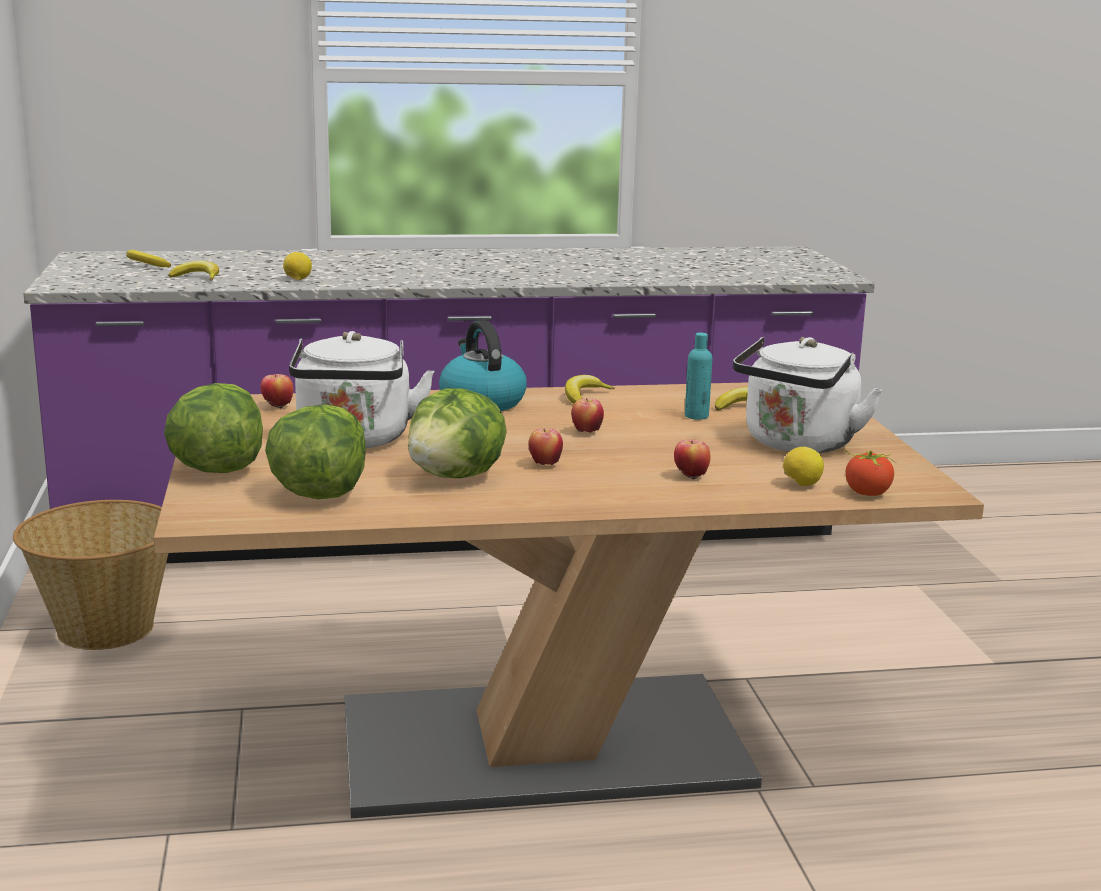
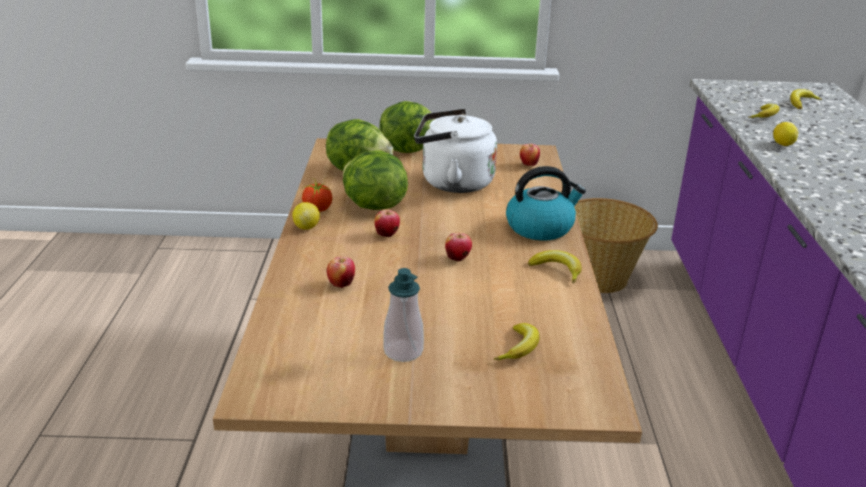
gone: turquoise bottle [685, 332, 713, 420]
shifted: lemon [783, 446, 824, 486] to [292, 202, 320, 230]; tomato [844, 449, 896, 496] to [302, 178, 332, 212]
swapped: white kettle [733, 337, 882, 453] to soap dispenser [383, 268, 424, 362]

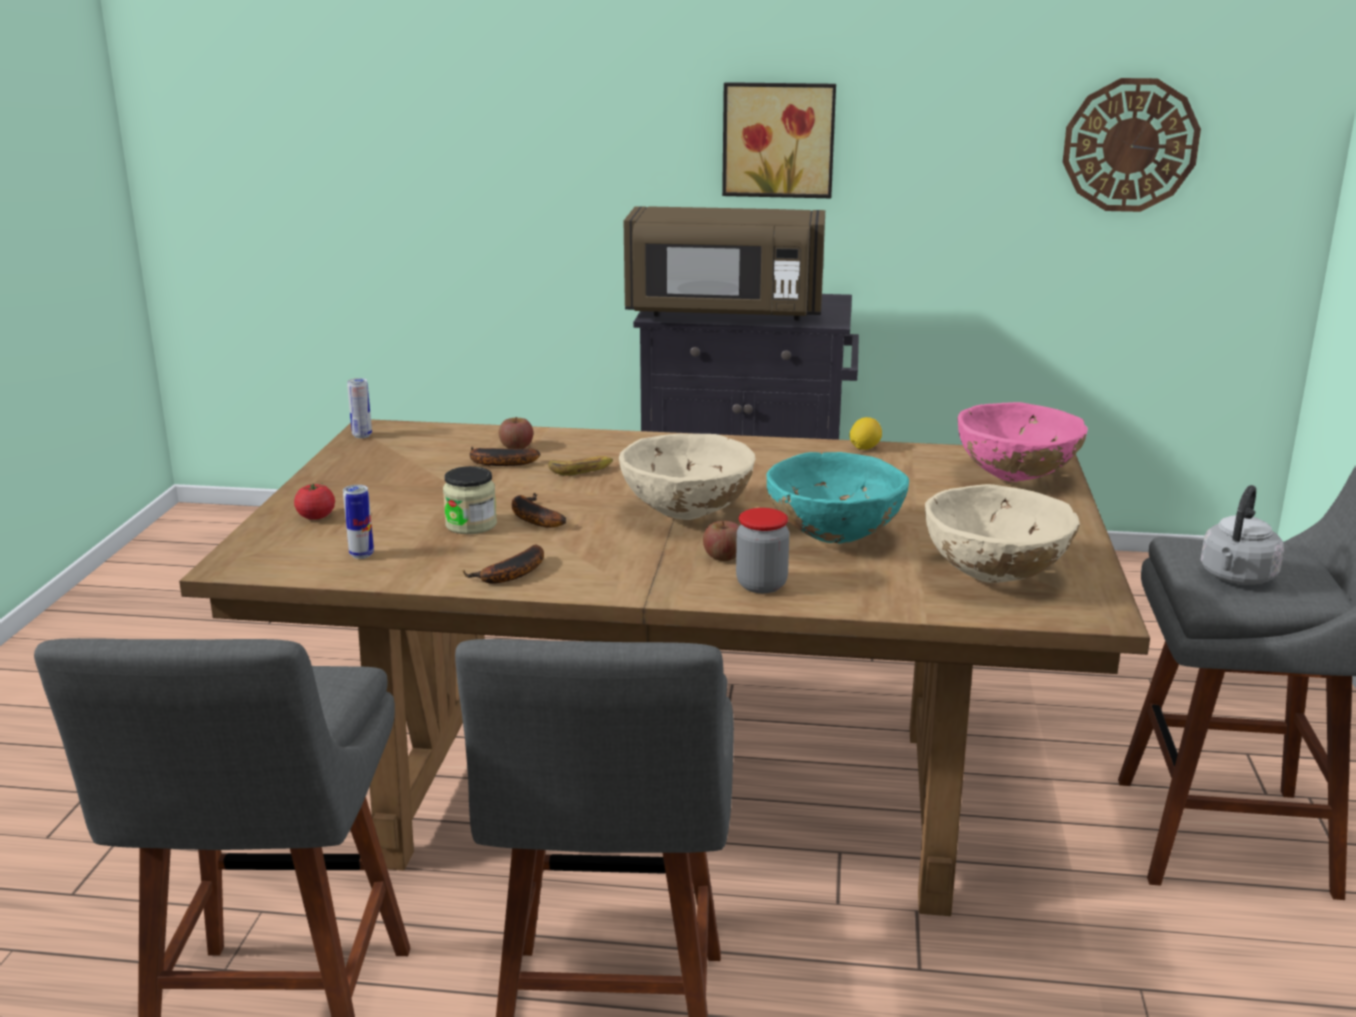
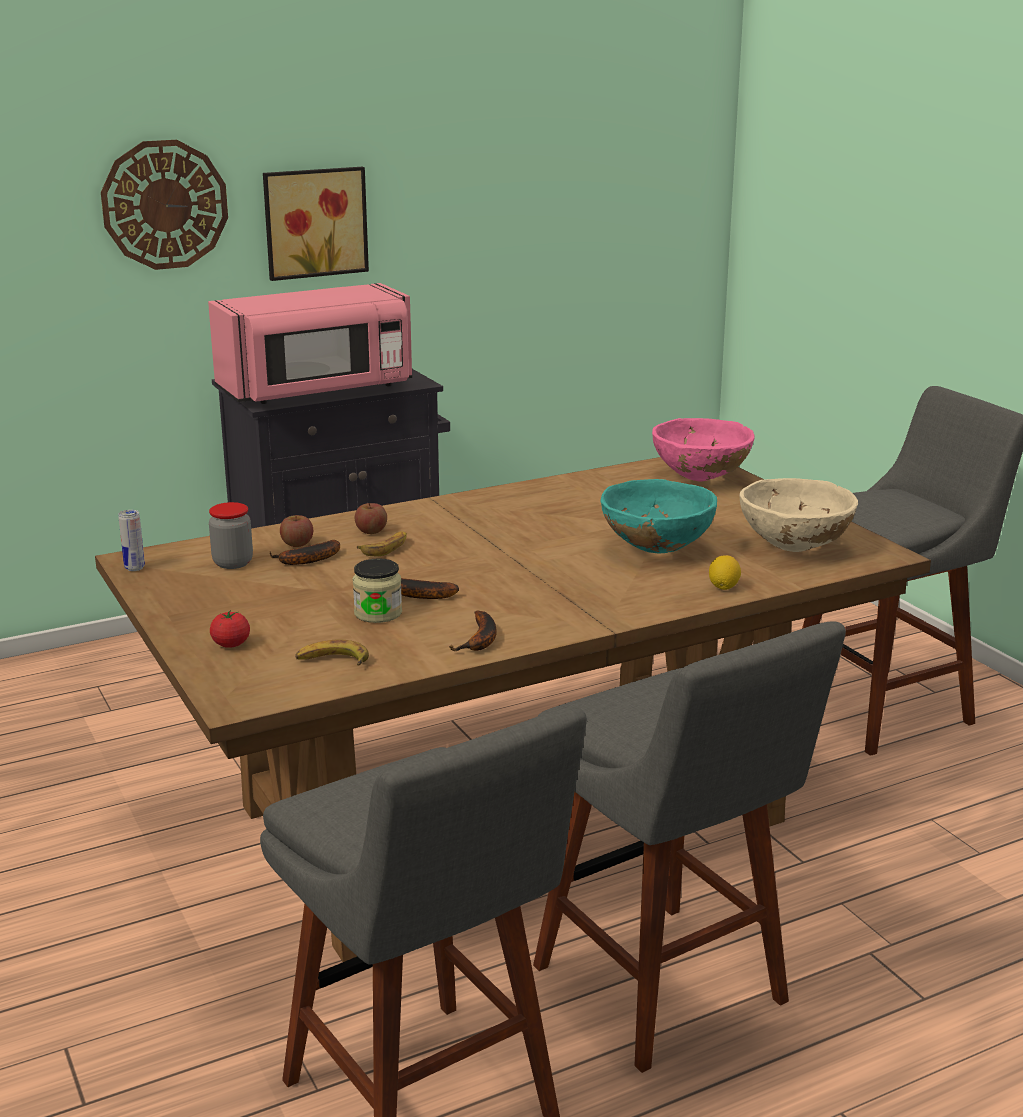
gone: beige bowl [619, 434, 756, 520]; grey kettle [1200, 485, 1284, 585]
shifted: apple [703, 521, 739, 561] to [355, 503, 387, 534]; jar [736, 508, 790, 593] to [209, 502, 253, 569]; lemon [849, 417, 882, 450] to [709, 555, 741, 590]; wall clock [1063, 78, 1201, 212] to [101, 140, 228, 270]
swapped: can [343, 485, 374, 559] to banana [295, 639, 369, 666]
repainted: brown microwave [624, 206, 825, 320] to pink microwave [208, 283, 412, 404]

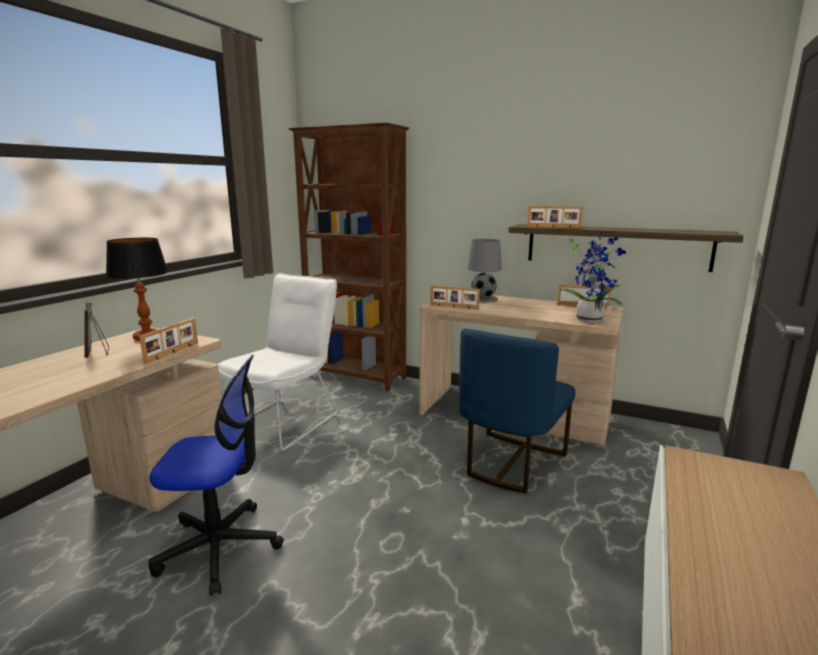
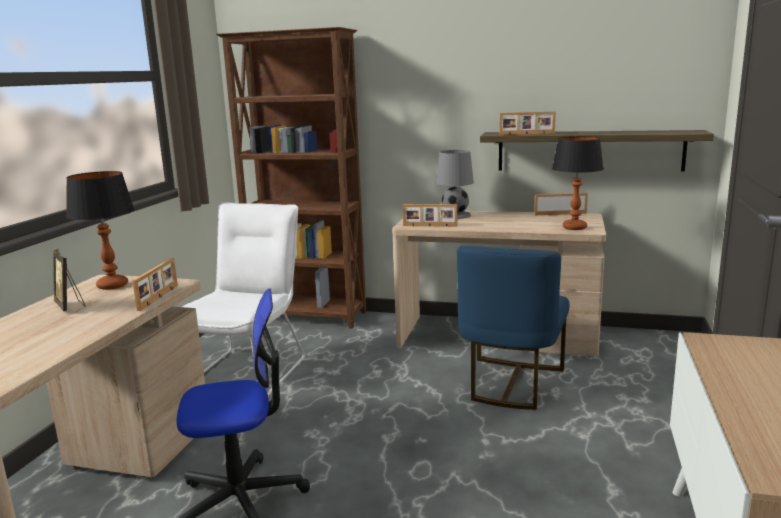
swapped: potted plant [555, 231, 626, 323] to table lamp [552, 136, 604, 230]

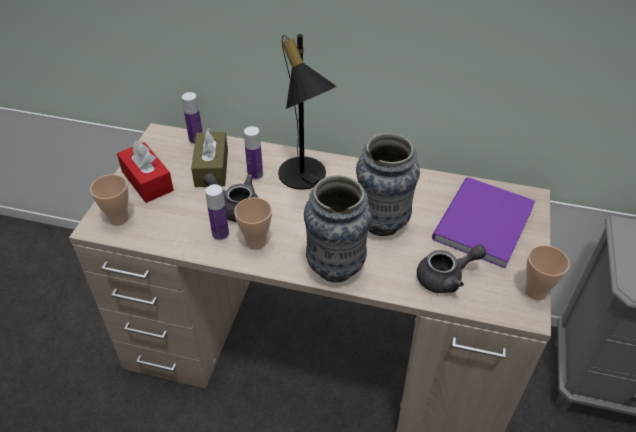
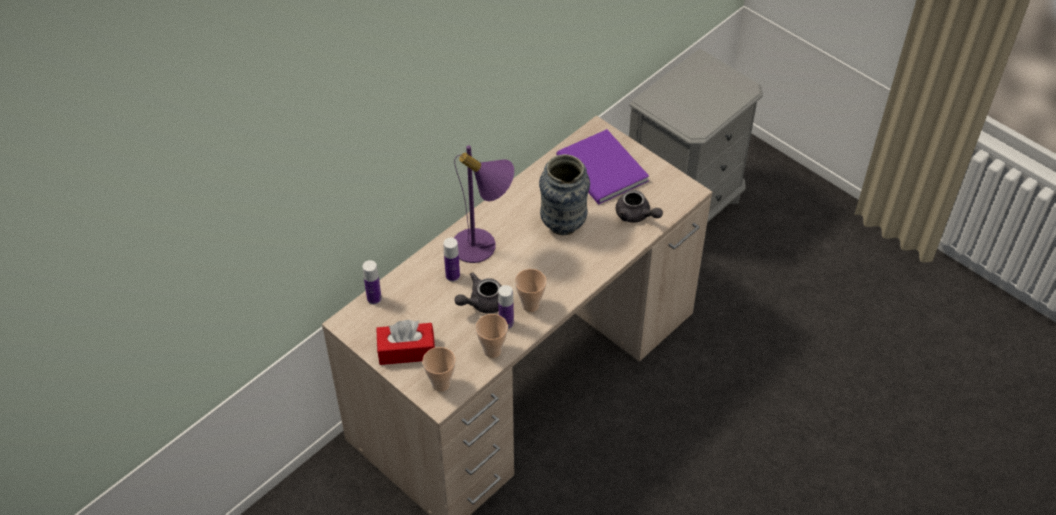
gone: brown tissue box [191, 127, 228, 187]; vase [304, 175, 372, 283]
shifted: cup [525, 245, 570, 301] to [476, 314, 508, 358]
repainted: black table lamp [278, 34, 337, 190] to purple table lamp [454, 145, 514, 263]
rotated: grey teapot [417, 245, 486, 293] = [616, 190, 663, 223] 120 degrees clockwise

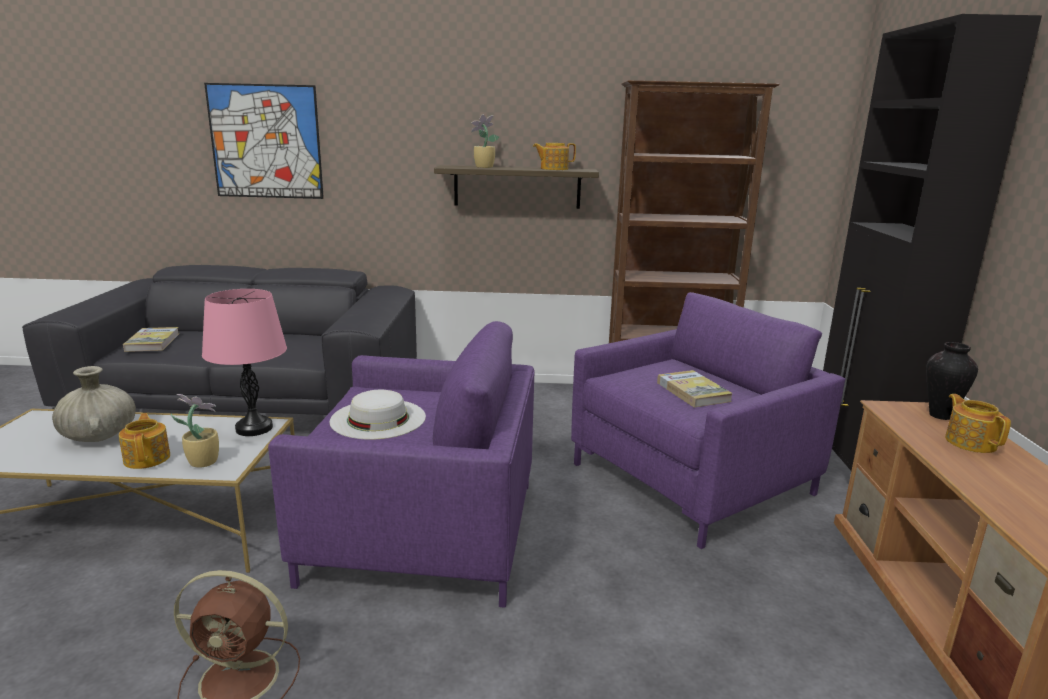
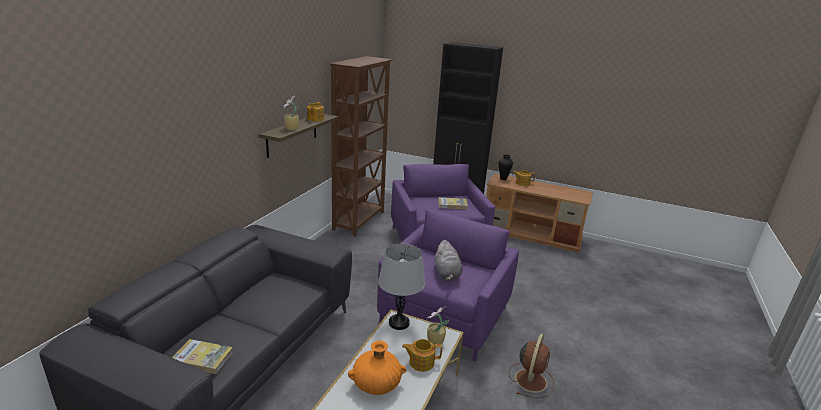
gone: picture [204, 83, 324, 199]
swapped: white hat [330, 390, 426, 440] to grey plush toy [435, 240, 463, 281]
repainted: beige vase [52, 366, 136, 442] to orange vase [348, 340, 406, 395]; pink table lamp [202, 289, 287, 436] to grey table lamp [378, 244, 425, 330]

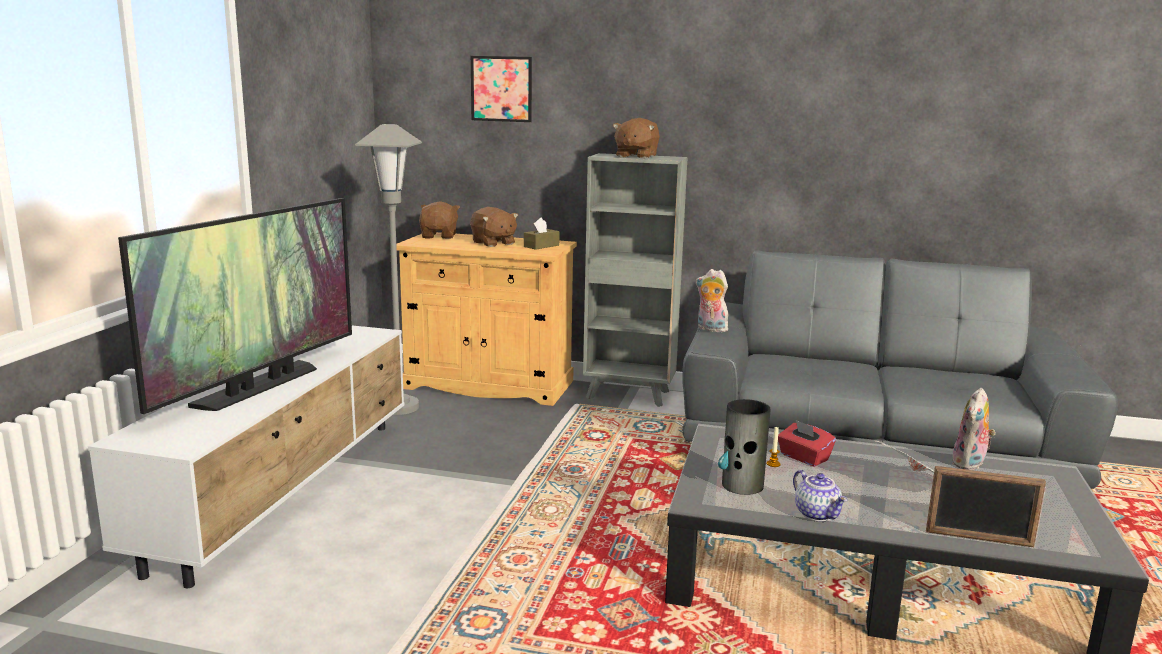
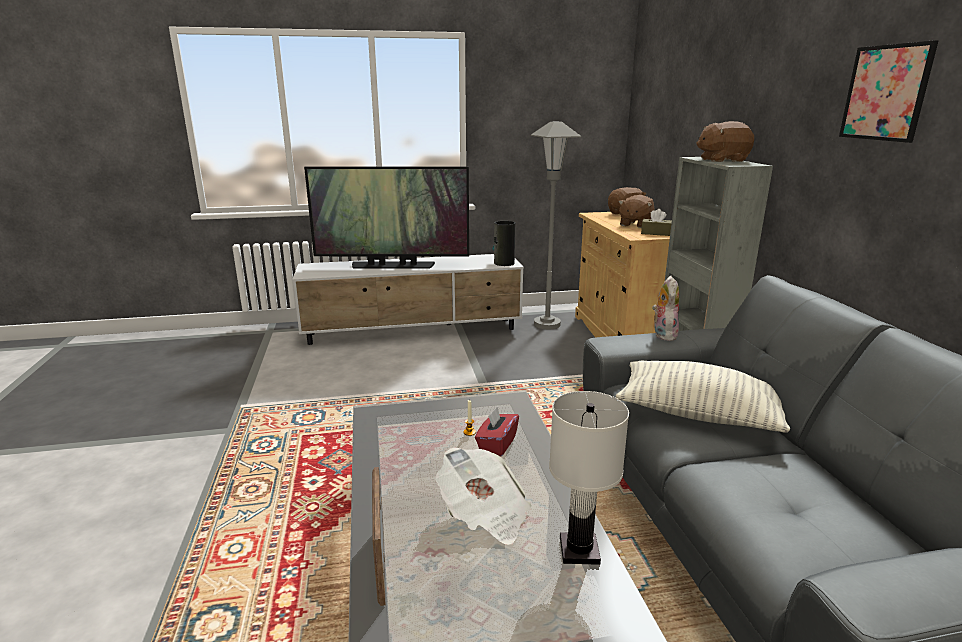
gone: teapot [793, 470, 848, 521]
new: pillow [616, 360, 790, 433]
shifted: picture [471, 56, 532, 122] to [839, 40, 939, 143]; vase [718, 399, 770, 495] to [492, 221, 515, 266]
swapped: plush toy [952, 388, 996, 470] to white table lamp [549, 391, 629, 565]

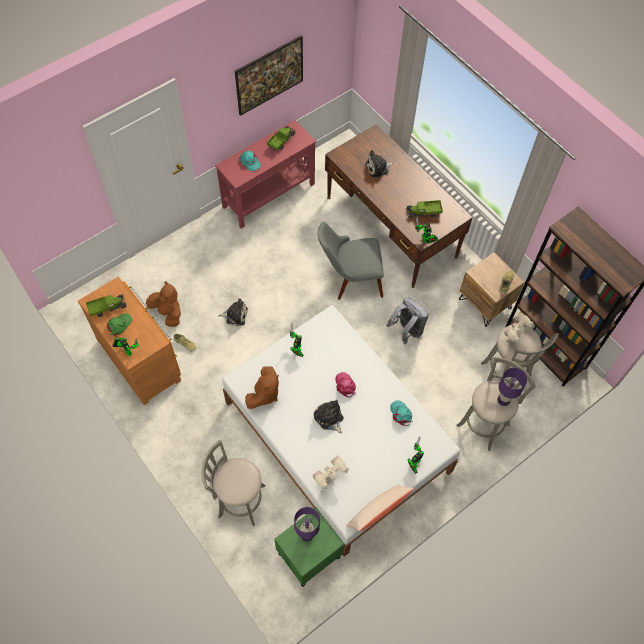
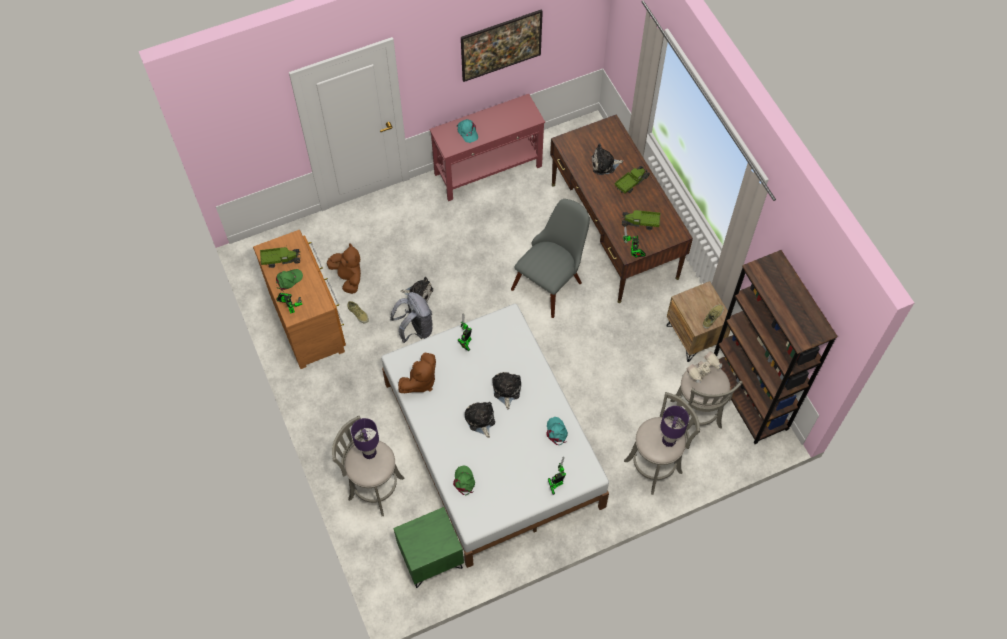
gone: beige pillow [346, 484, 414, 531]
shifted: toy truck [267, 126, 295, 151] to [615, 166, 650, 193]; purple table lamp [294, 507, 320, 541] to [351, 418, 379, 459]; grey backpack [386, 297, 429, 344] to [390, 292, 433, 343]
swapped: toy robot [313, 456, 349, 489] to green cap [453, 466, 475, 495]; pink cap [335, 372, 356, 397] to plush toy [492, 372, 521, 410]
rotated: grey chair [317, 222, 384, 300] = [511, 199, 590, 318] 120 degrees clockwise

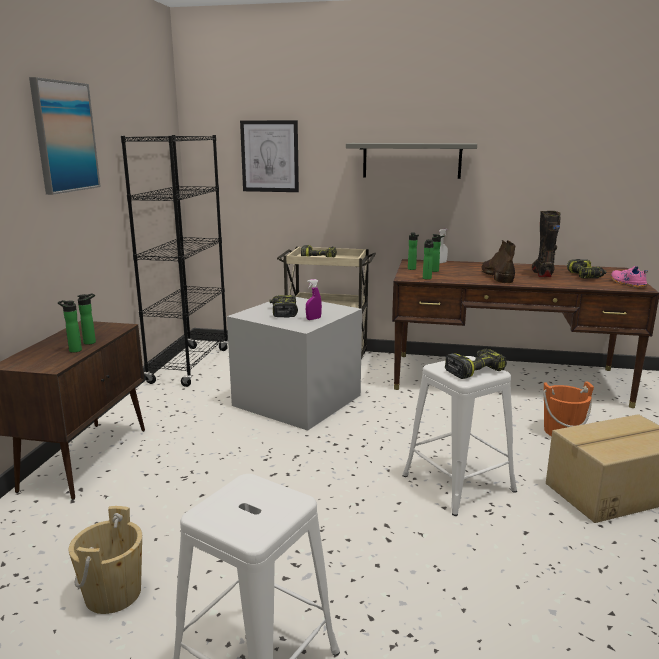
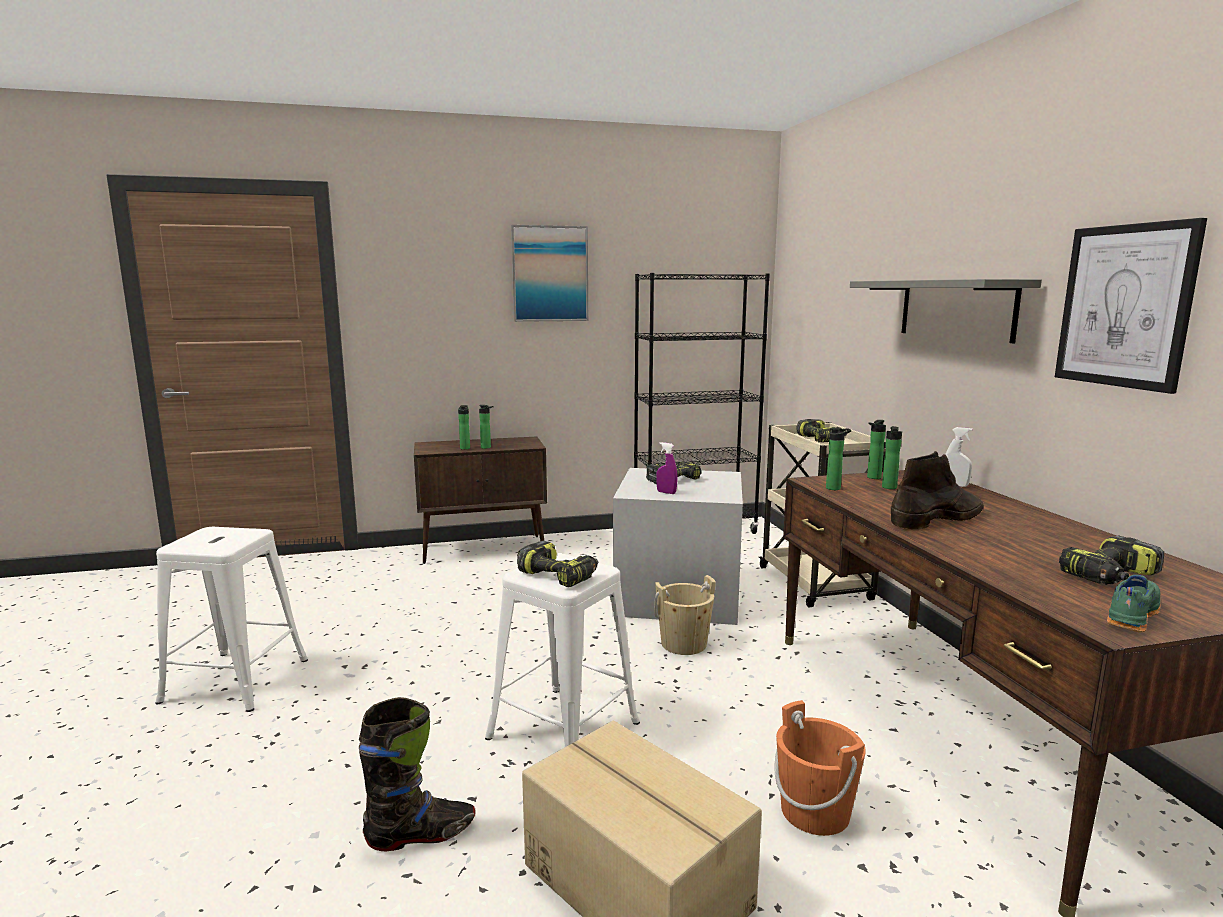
shifted: beige bucket [69, 506, 142, 614] to [654, 575, 716, 655]; picture [240, 120, 299, 192] to [1055, 218, 1207, 394]; black boot [532, 211, 560, 277] to [359, 697, 475, 851]
repainted: pink shoe [611, 266, 648, 288] to green shoe [1107, 575, 1161, 632]

